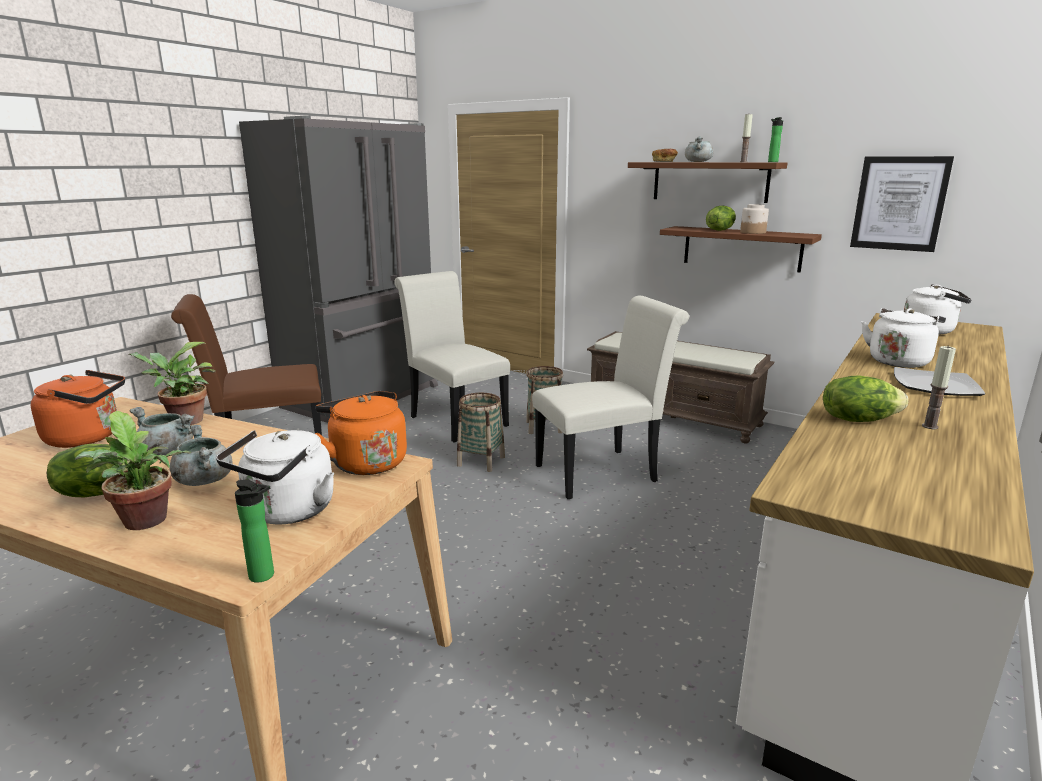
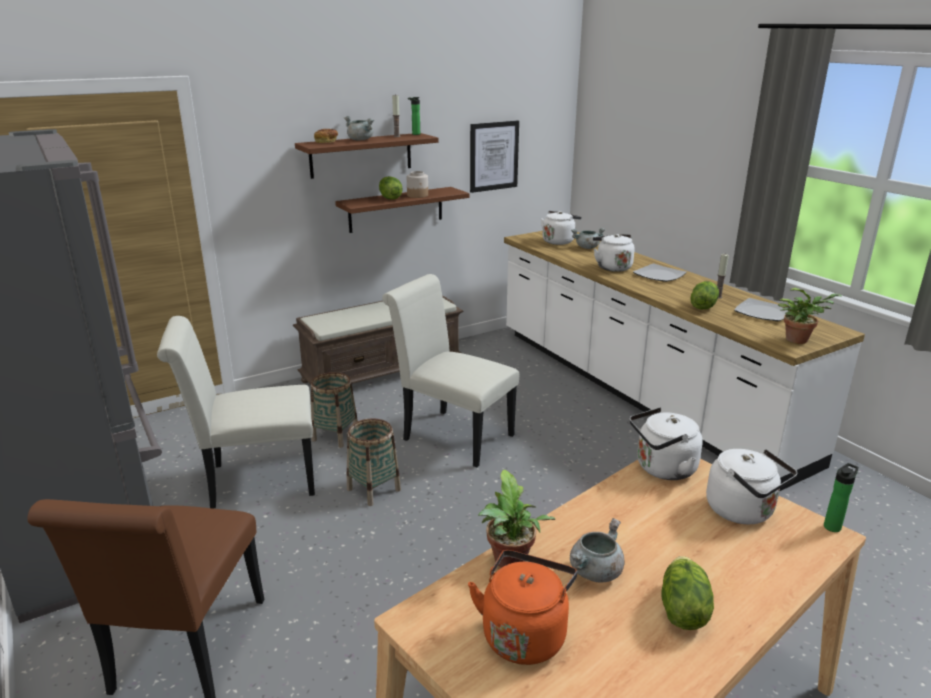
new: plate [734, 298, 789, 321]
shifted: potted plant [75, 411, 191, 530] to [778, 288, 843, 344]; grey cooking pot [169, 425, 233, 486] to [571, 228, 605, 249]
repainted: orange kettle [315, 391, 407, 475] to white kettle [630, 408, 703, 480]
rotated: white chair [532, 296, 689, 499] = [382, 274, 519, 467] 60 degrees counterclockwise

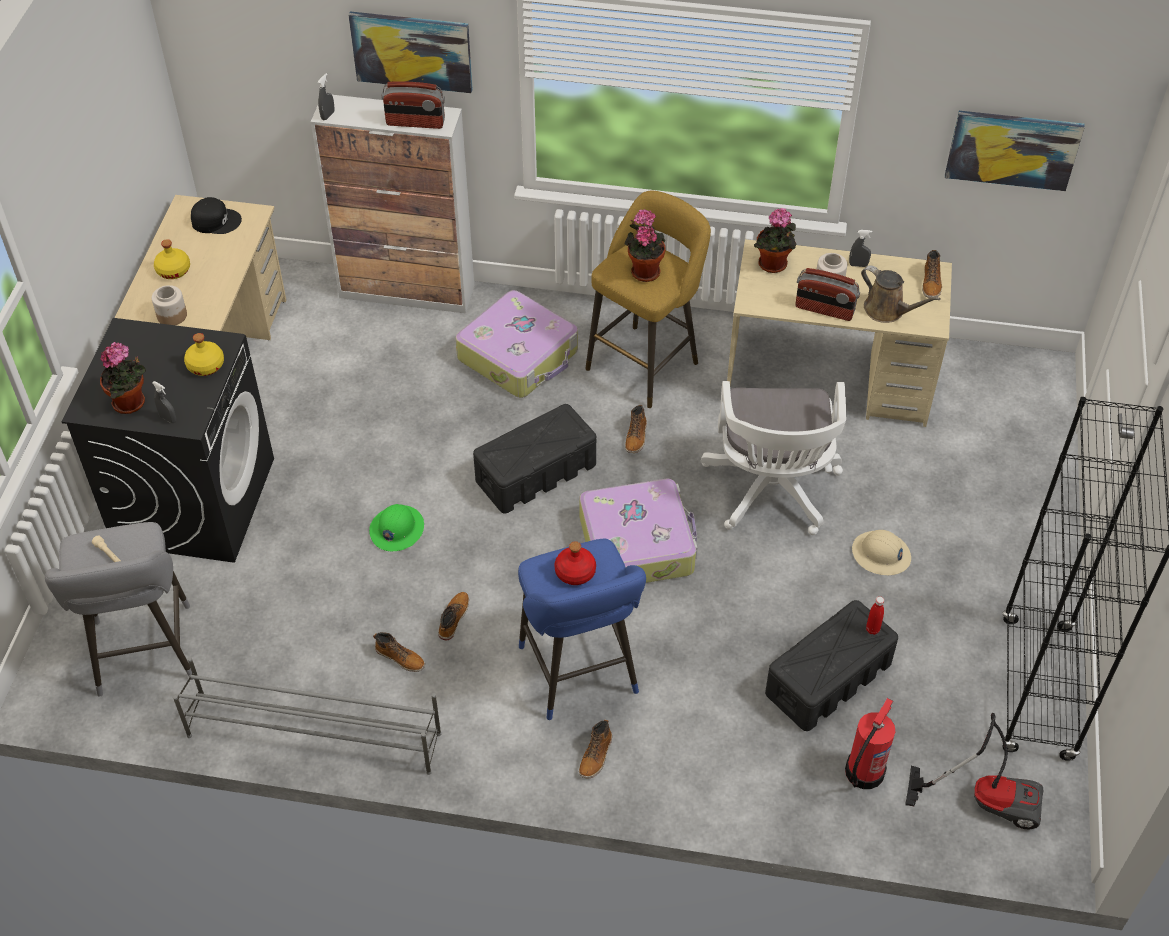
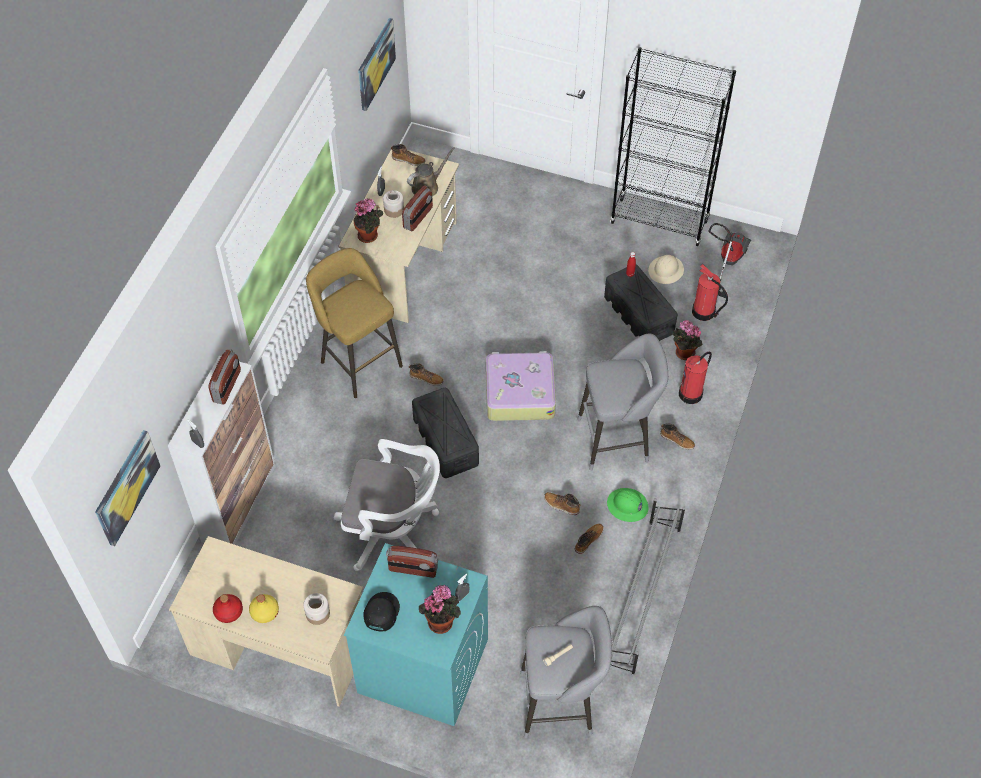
gone: suitcase [456, 290, 578, 398]
new: fire extinguisher [679, 352, 712, 404]
shifted: black cap [191, 197, 242, 234] to [364, 592, 400, 632]; picture [348, 11, 473, 93] to [95, 430, 160, 546]; green hard hat [369, 504, 424, 551] to [607, 488, 649, 522]; red bottle [554, 541, 596, 585] to [213, 594, 243, 623]; potted plant [625, 209, 665, 282] to [673, 320, 703, 360]; white office chair [701, 381, 846, 535] to [334, 439, 440, 571]; beige hard hat [852, 530, 911, 575] to [648, 255, 684, 284]
swapped: yellow bottle [184, 333, 224, 376] to radio [386, 546, 438, 578]
repainted: black washing machine [62, 318, 274, 563] to turquoise washing machine [344, 543, 488, 726]; blue stool [518, 539, 646, 720] to grey stool [577, 333, 668, 471]

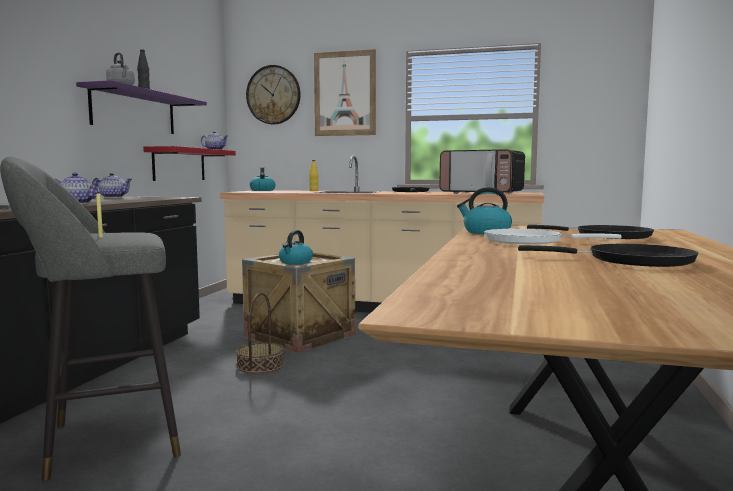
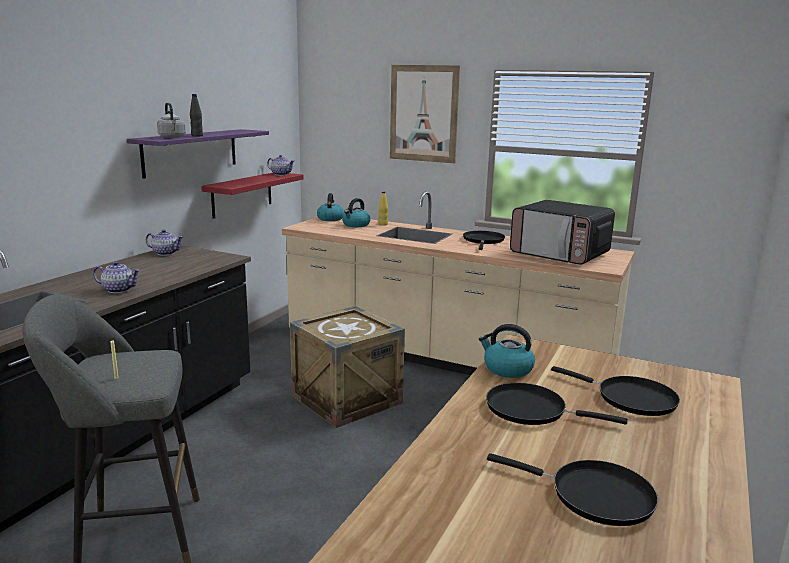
gone: basket [236, 292, 285, 373]; wall clock [246, 65, 300, 124]
shifted: kettle [279, 230, 313, 264] to [342, 198, 371, 227]
repainted: white frying pan [484, 229, 622, 244] to black frying pan [486, 383, 628, 425]

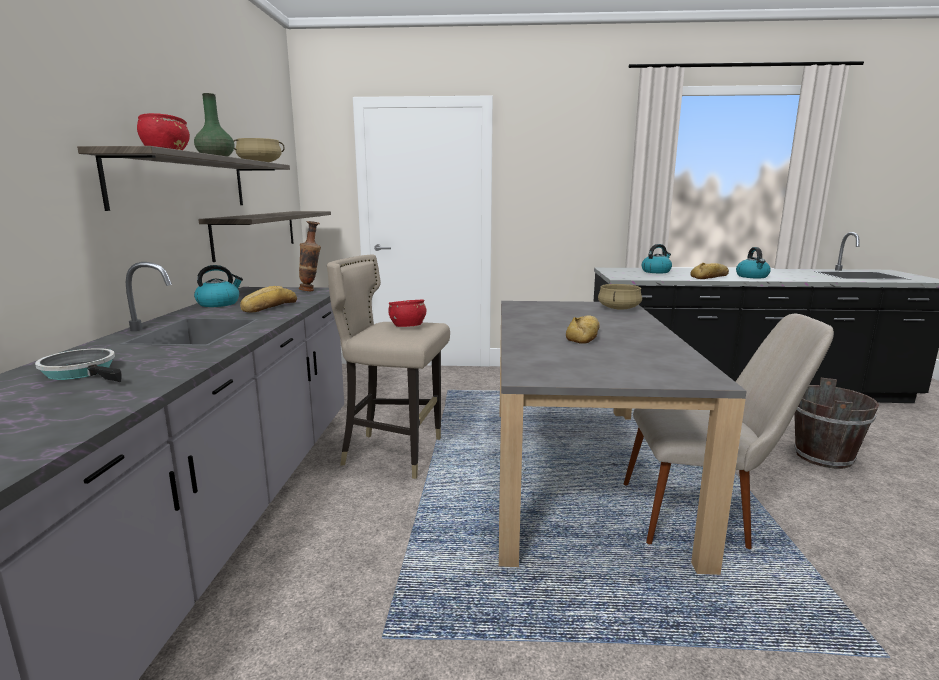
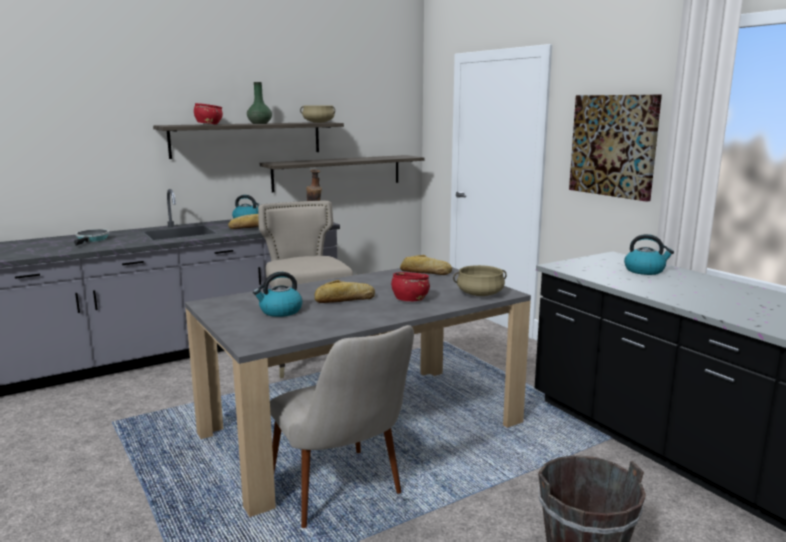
new: picture [569, 95, 662, 202]
shifted: red bowl [388, 300, 426, 327] to [391, 272, 430, 301]; bread [691, 263, 729, 279] to [400, 255, 452, 275]; kettle [736, 247, 771, 278] to [253, 272, 302, 317]

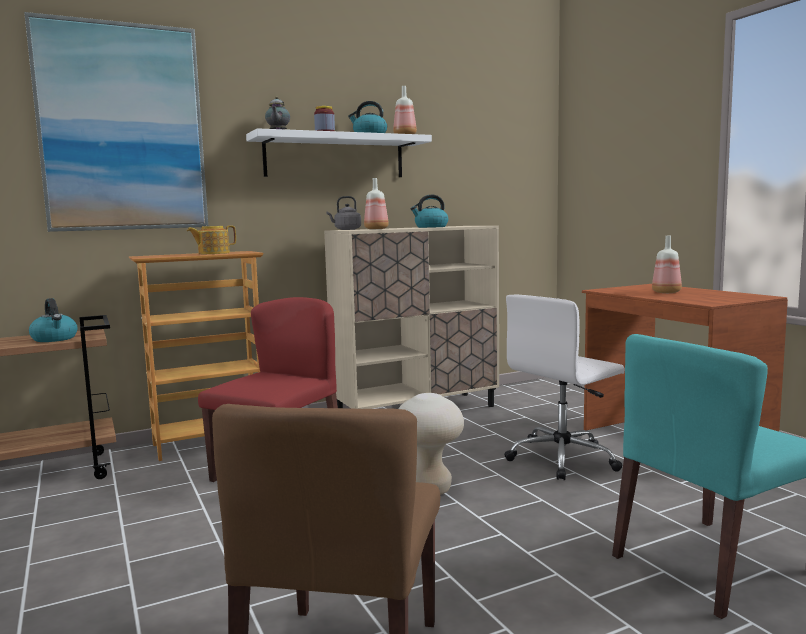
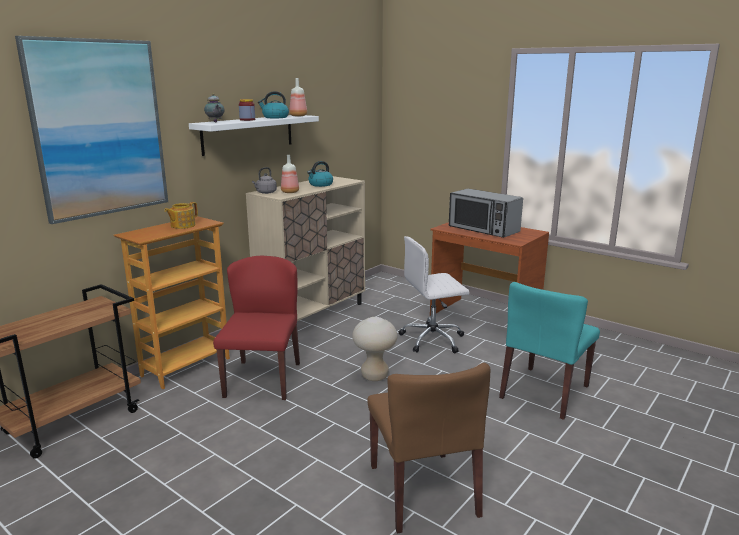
gone: kettle [29, 298, 78, 342]
swapped: bottle [652, 236, 682, 293] to microwave [449, 189, 523, 238]
rotated: white office chair [504, 294, 625, 480] = [399, 236, 470, 353] 45 degrees clockwise

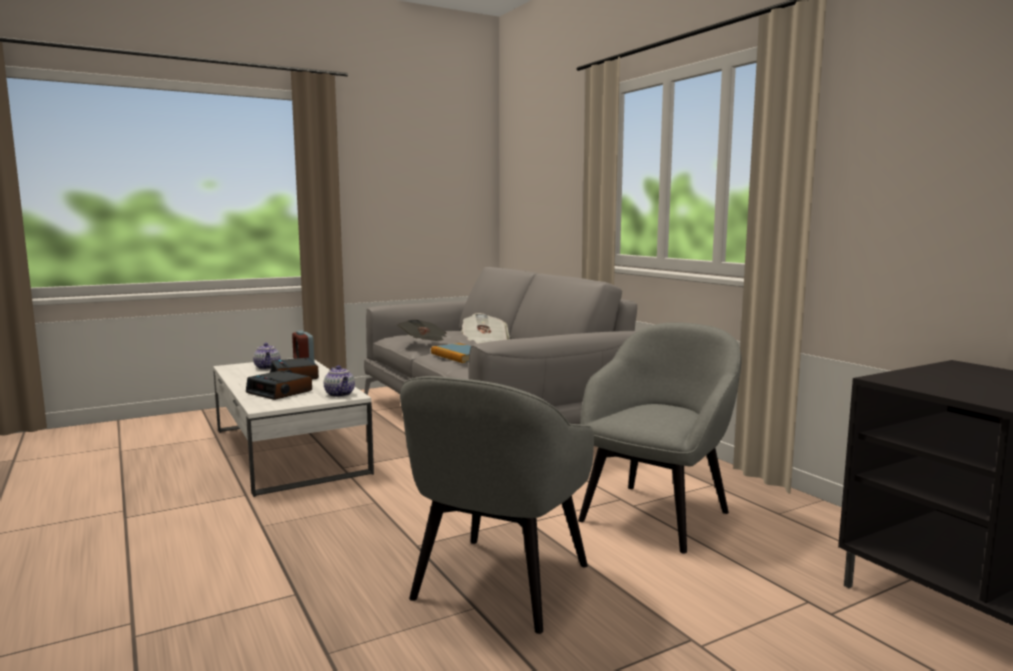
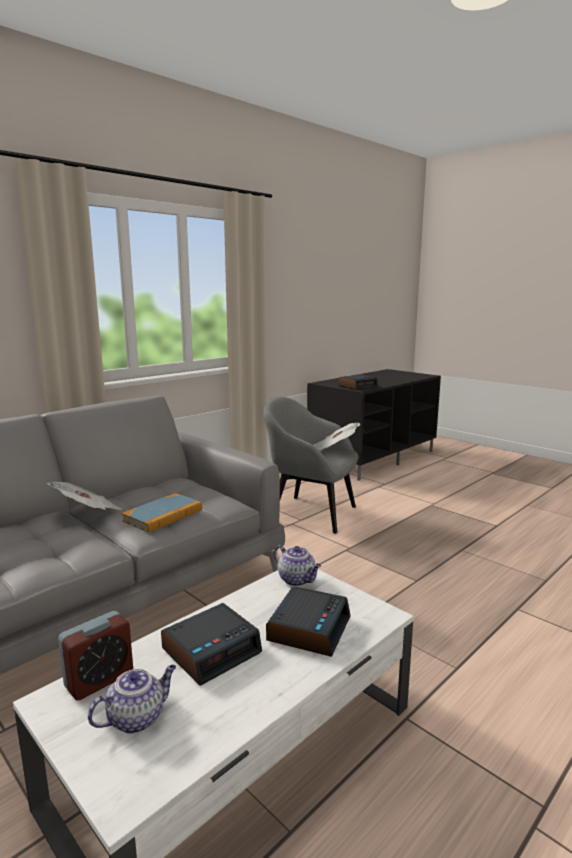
gone: grey armchair [400, 376, 594, 634]
new: alarm clock [338, 375, 378, 390]
shifted: newspaper [397, 320, 447, 341] to [313, 423, 360, 451]
rotated: teapot [324, 365, 355, 397] = [274, 545, 321, 586] 90 degrees clockwise

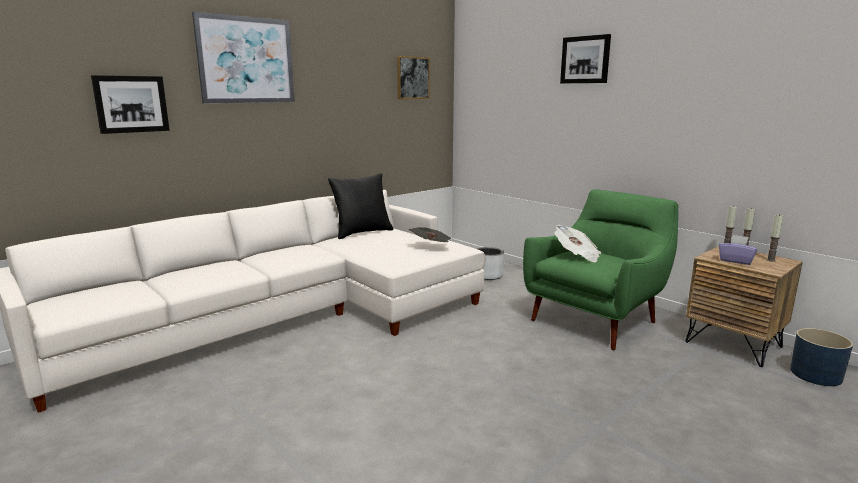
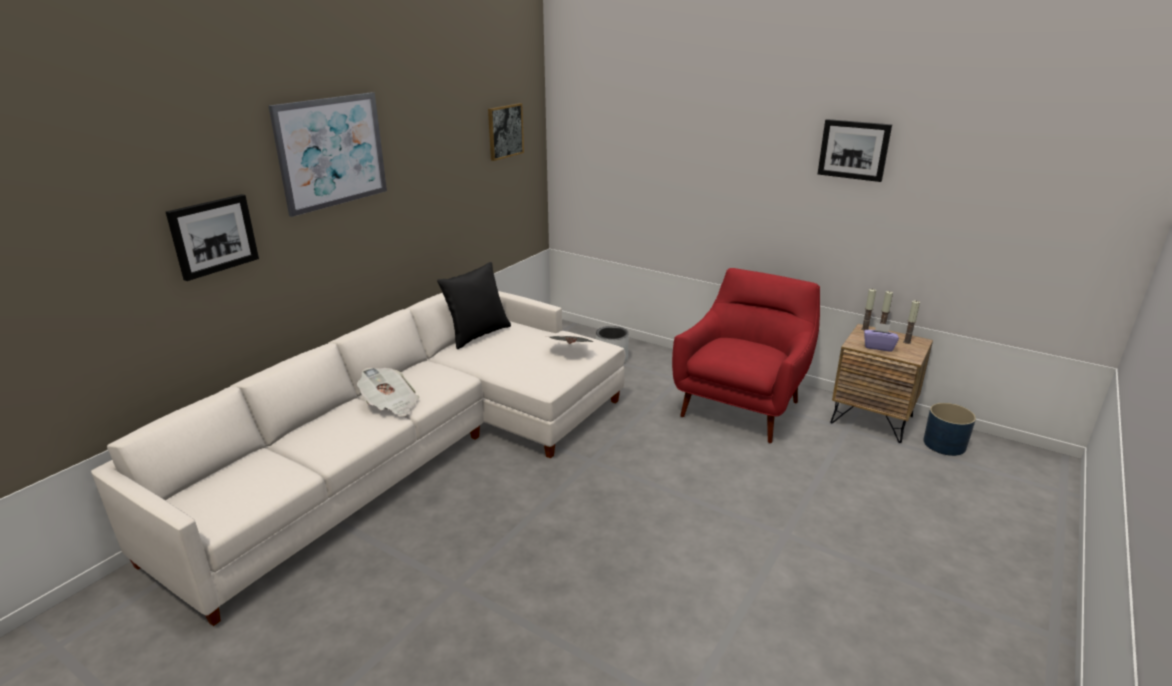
shifted: newspaper [554, 225, 601, 263] to [357, 367, 419, 416]; picture [560, 34, 611, 83] to [818, 119, 892, 182]
repainted: green armchair [523, 189, 679, 350] to red armchair [672, 268, 820, 443]

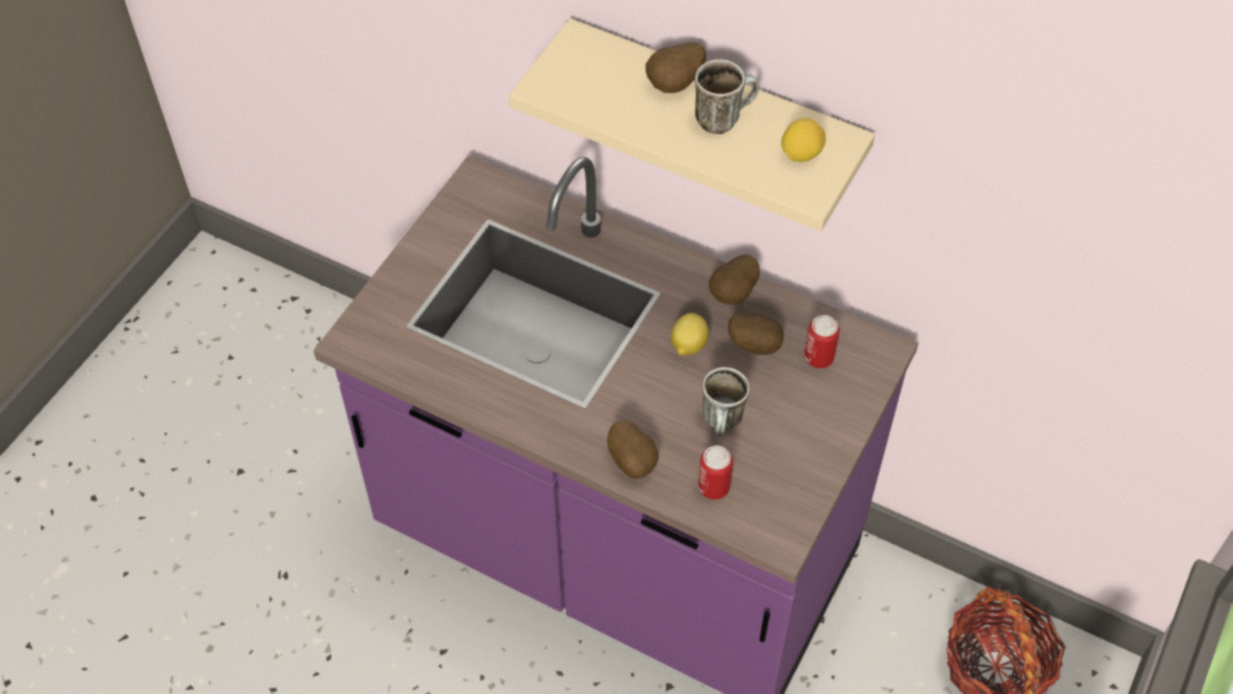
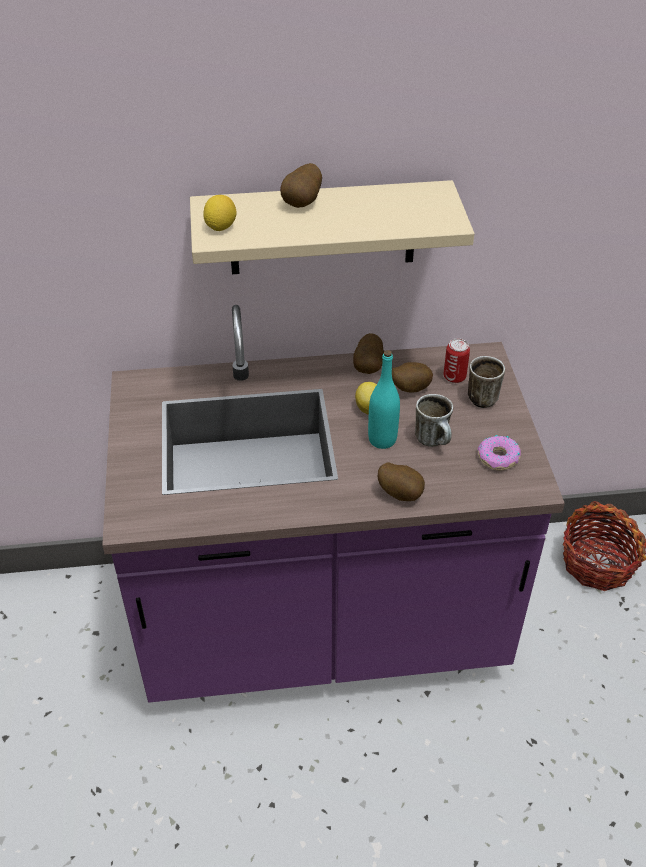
gone: can [698, 446, 733, 500]
new: turquoise bottle [368, 350, 400, 449]; donut [477, 435, 521, 470]
shifted: mug [695, 59, 759, 134] to [468, 356, 505, 408]; lemon [781, 118, 826, 162] to [203, 195, 237, 231]

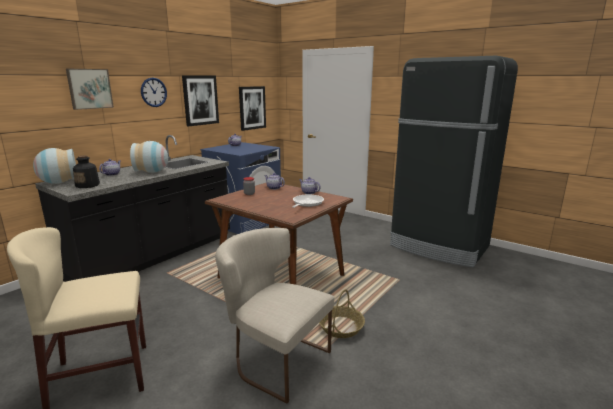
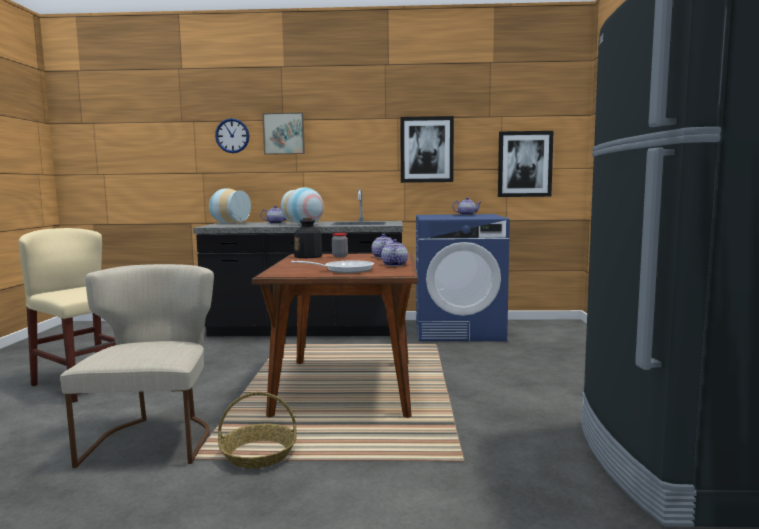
shifted: bottle [73, 156, 100, 188] to [294, 218, 323, 258]; wall clock [141, 78, 167, 107] to [215, 118, 249, 153]

